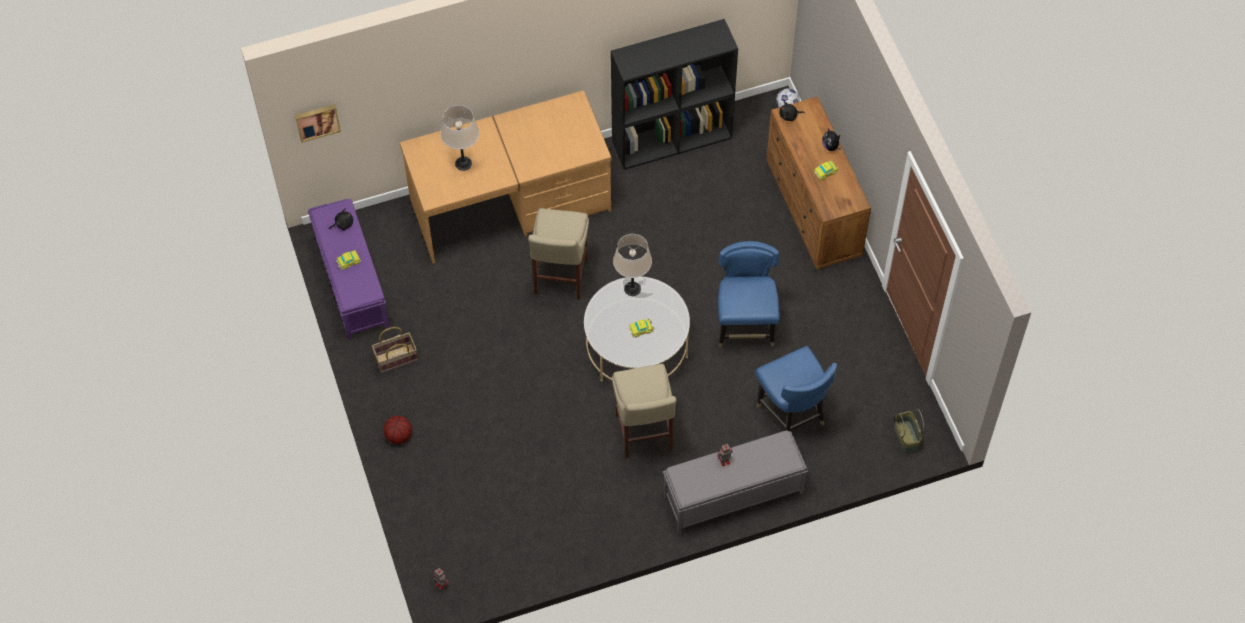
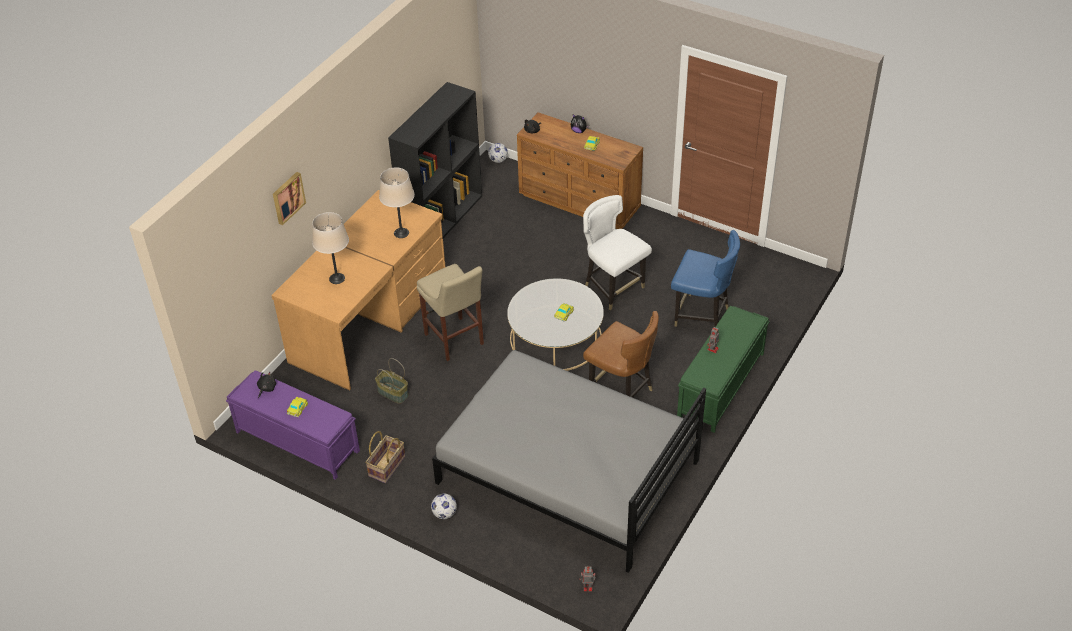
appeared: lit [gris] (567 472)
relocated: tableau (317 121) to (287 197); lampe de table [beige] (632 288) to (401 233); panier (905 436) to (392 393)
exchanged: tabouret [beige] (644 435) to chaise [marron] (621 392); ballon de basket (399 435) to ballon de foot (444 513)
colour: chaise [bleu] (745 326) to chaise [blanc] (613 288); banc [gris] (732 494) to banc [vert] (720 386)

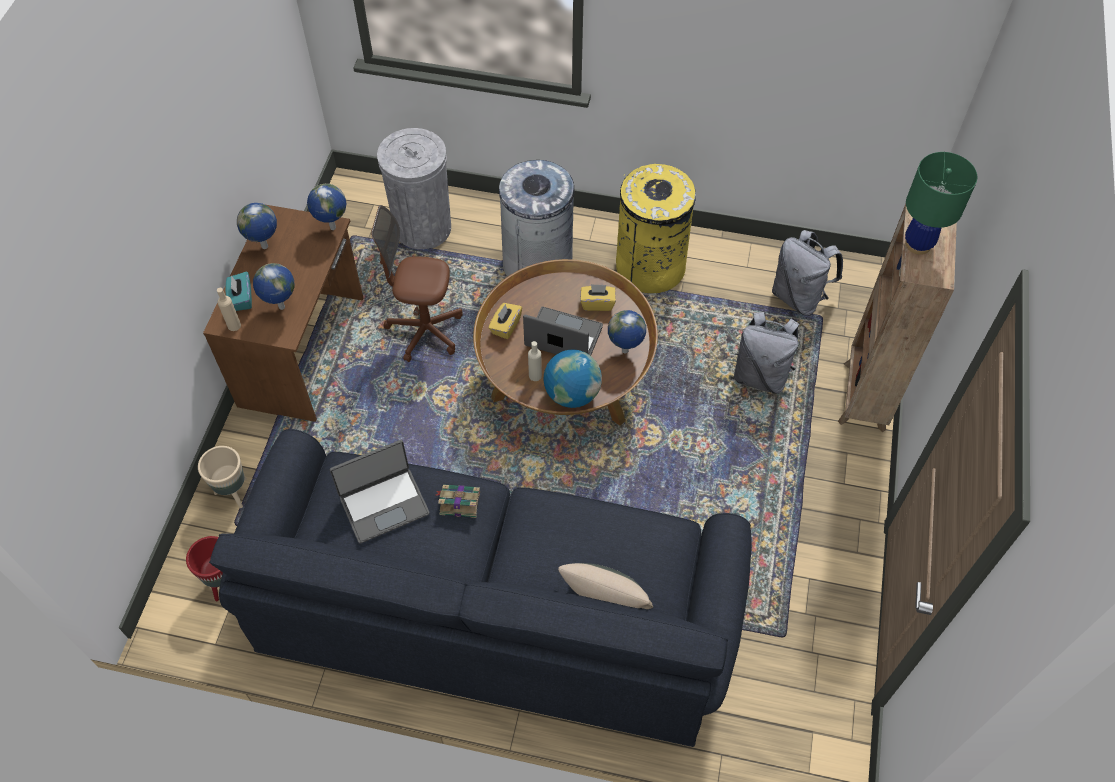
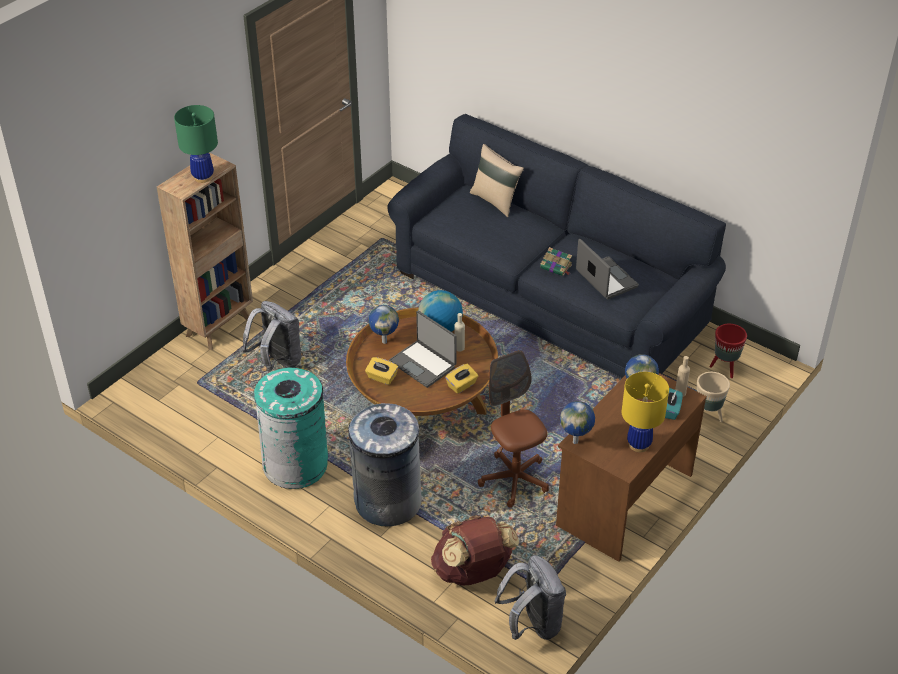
relocated: sac à dos [gris] (799 297) to (532 624)
exchanged: poubelle [gris] (422 227) to sac à dos [marron] (472 572); globe (265 247) to lampe de table [jaune] (638 444)
colour: poubelle [jaune] (650 267) to poubelle [turquoise] (296 465)
spun: chaise de bureau [marron] (425 331) = (514 480) 150 degrees counterclockwise; ordinateur portable (384 504) = (605 279) 60 degrees clockwise

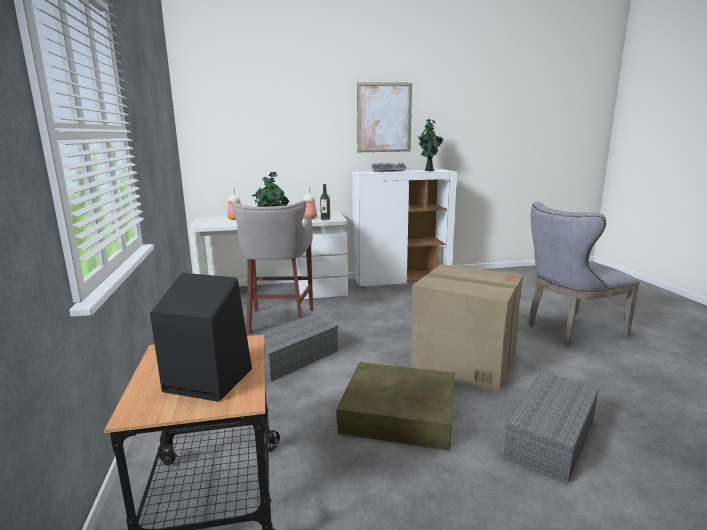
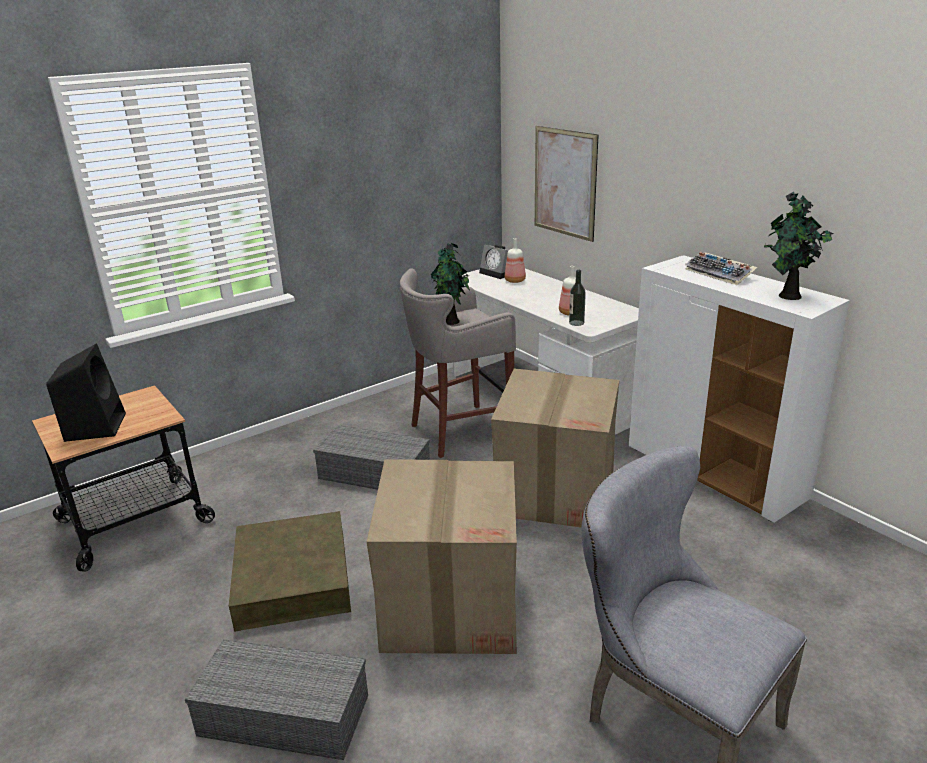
appeared: réveil (498 273); carton (555 490)
relocated: tableau (384 118) to (564 183)

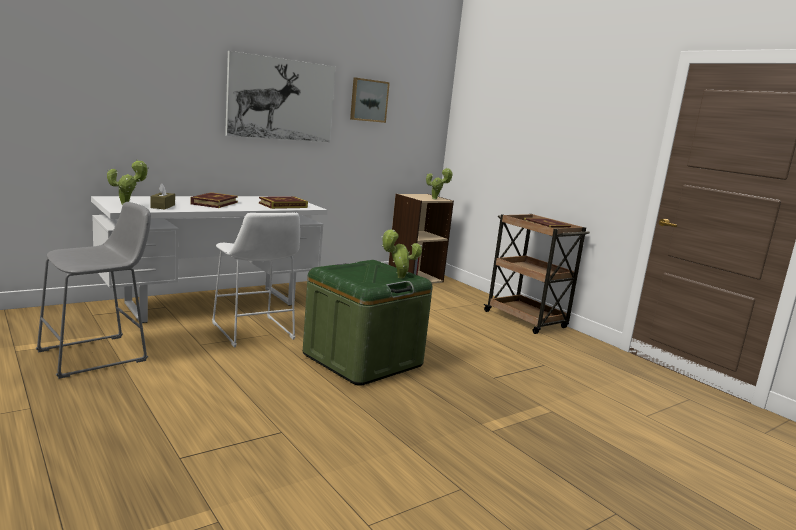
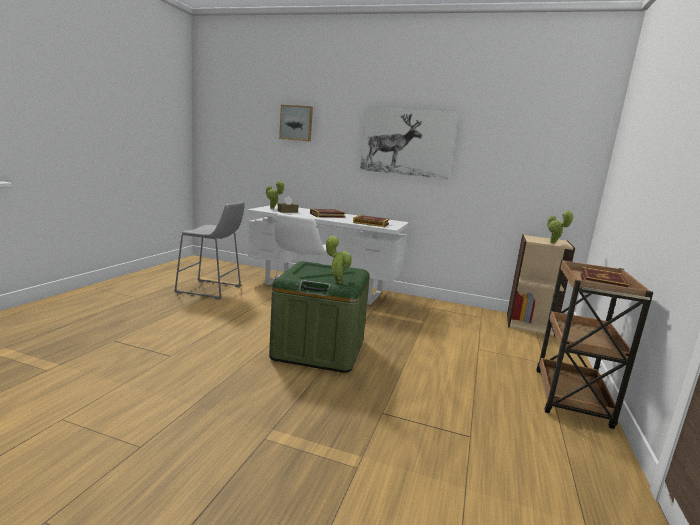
relocated: tableau (368 100) to (296 123)

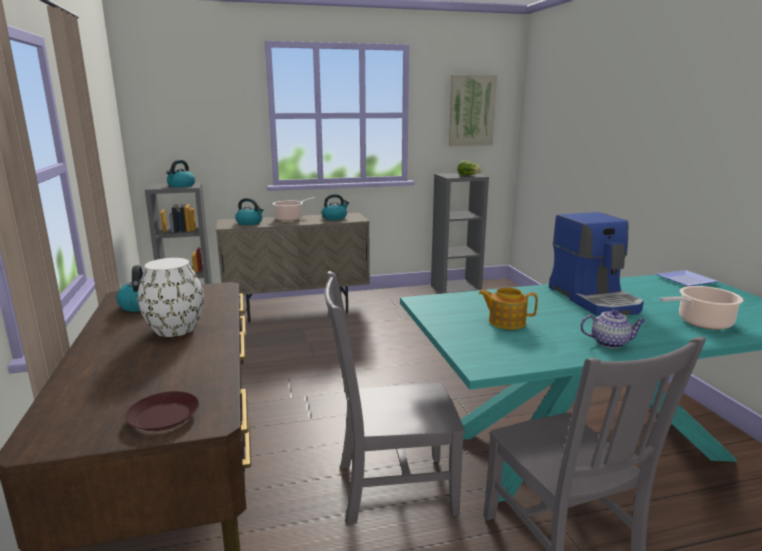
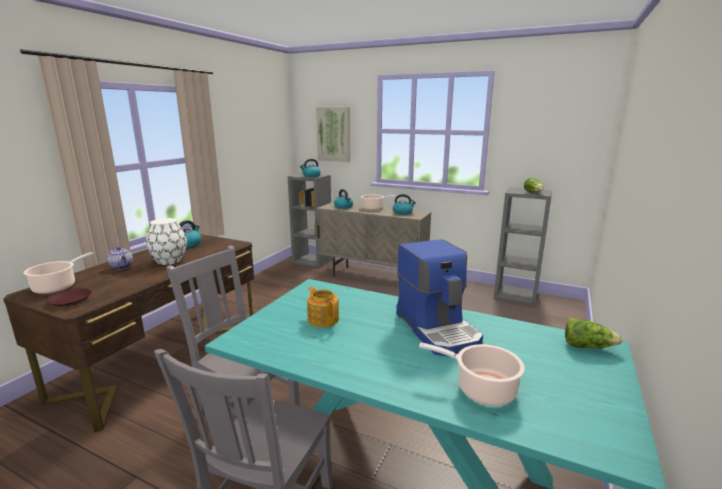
appeared: marmite (57 287)
relocated: tableau (471 111) to (334 134); théière (610 343) to (122 267)
exchanged: assiette (683 280) to laitue (587 346)
spun: machine à café (595 299) = (438 329) 45 degrees counterclockwise

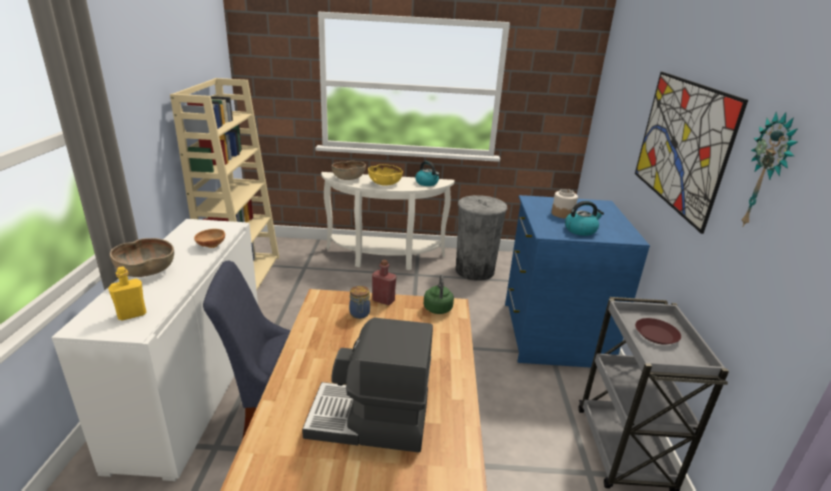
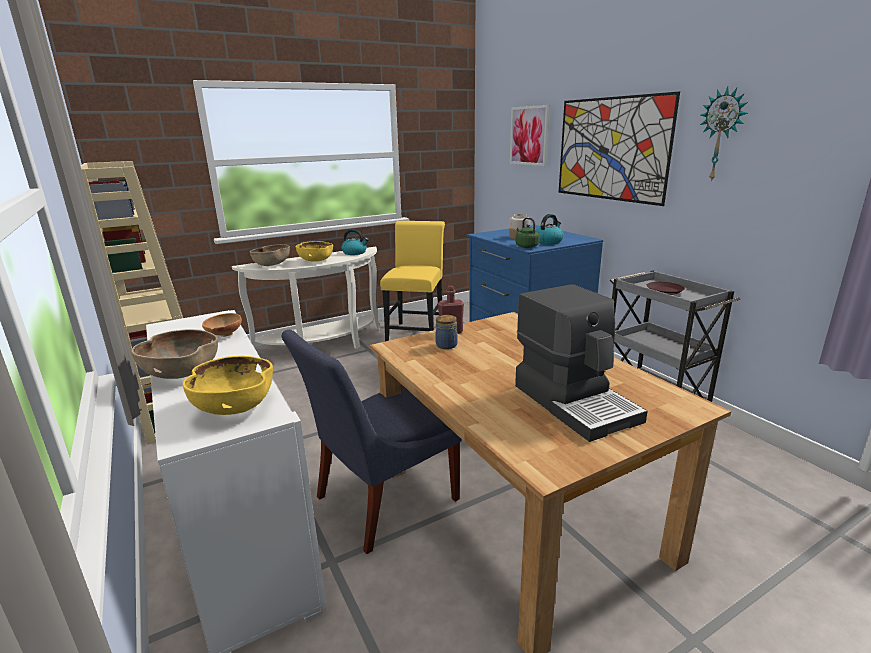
appeared: tableau (529 136)
relocated: bouilloire [vert] (438 307) to (526 246)
exchanged: poubelle [gris] (474 270) to chaise [jaune] (417 331); bouteille [jaune] (132 314) to bol [jaune] (234 407)
spun: machine à café (369 421) = (576 402) 90 degrees counterclockwise

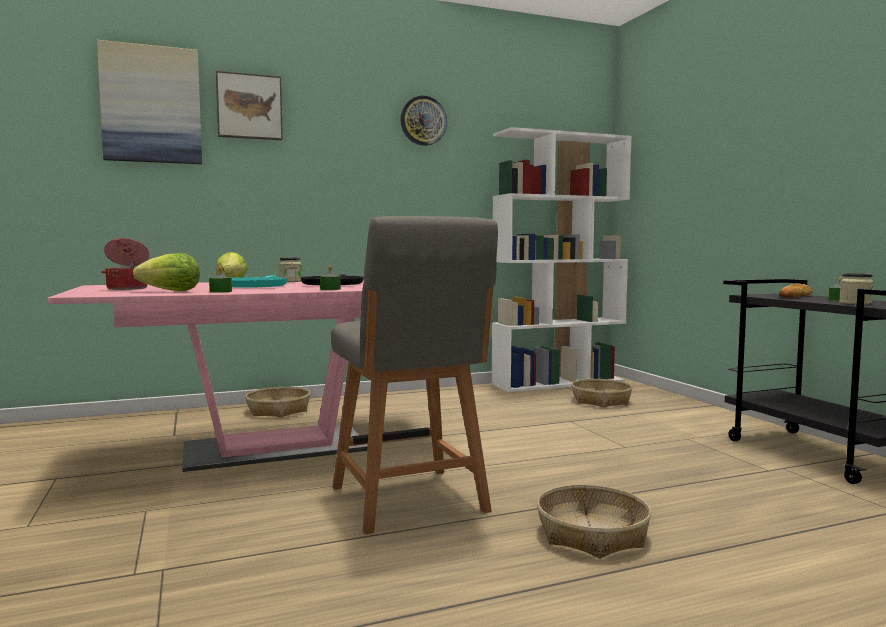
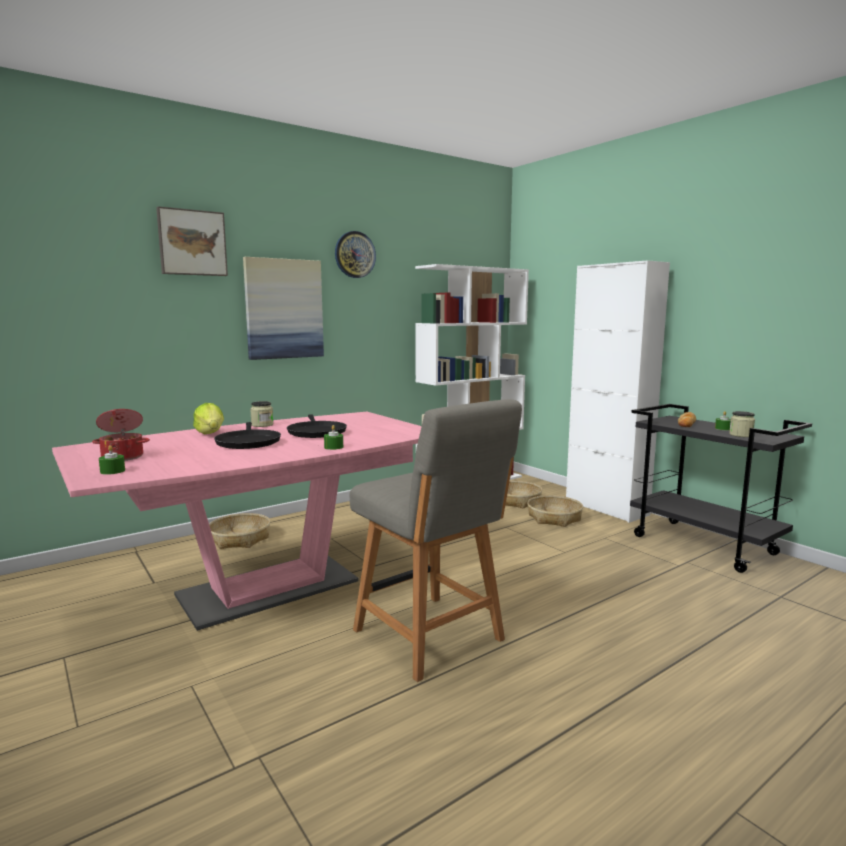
missing: laitue (171 291)
appeared: meuble de rangement [blanc] (606 508)
relocated: tableau (151 105) to (284 309); bougie [vert] (220 291) to (112 471); panier (592 534) to (554 518)
colour: poêle [turquoise] (255 286) to poêle [noir] (248 442)

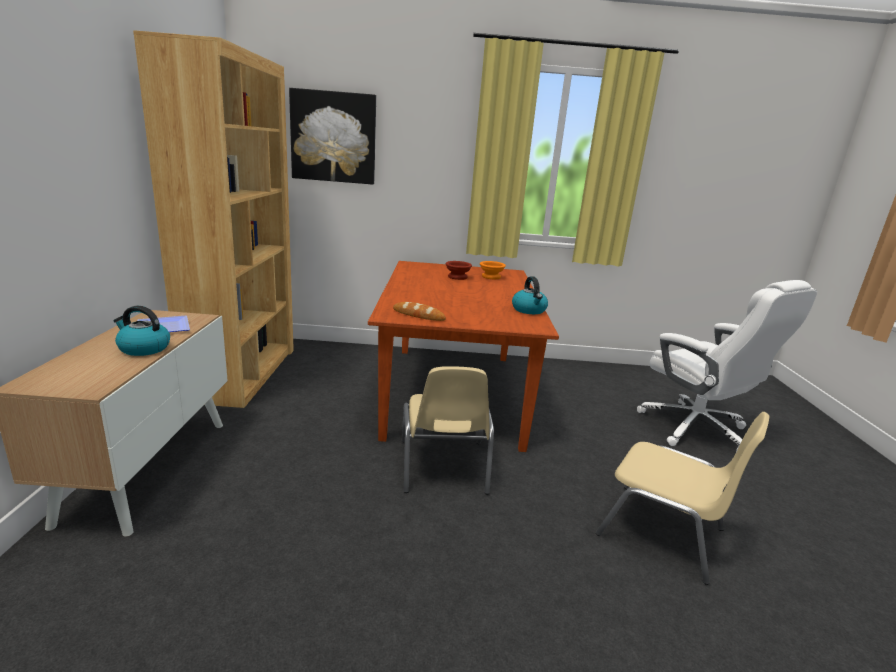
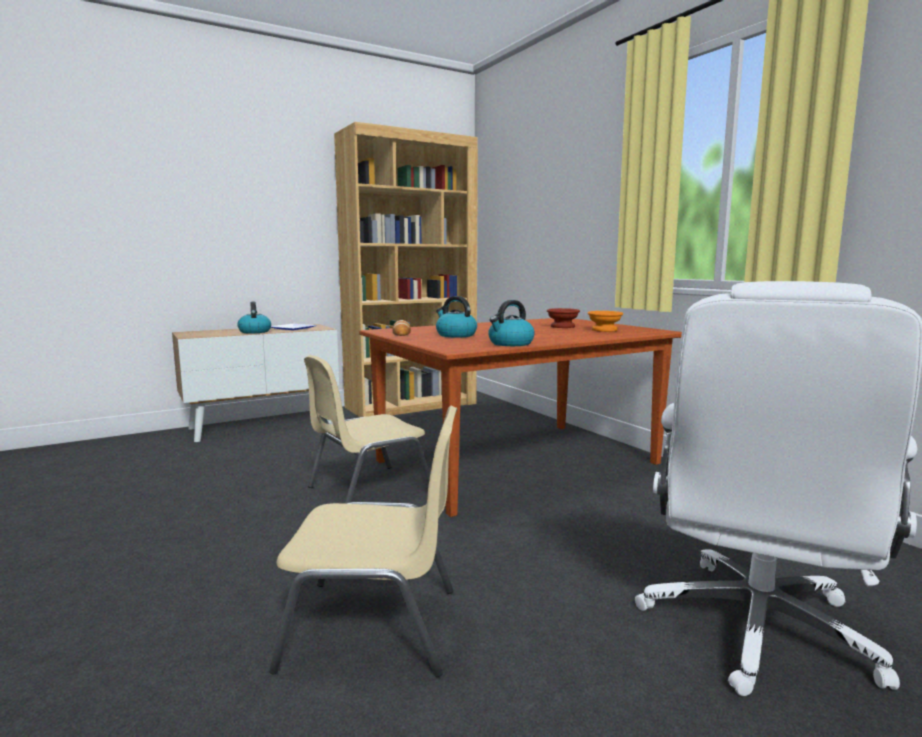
missing: tableau (333 137)
appeared: bouilloire (455 335)
spun: chaise [beige] (663 532) = (375 627) 90 degrees counterclockwise

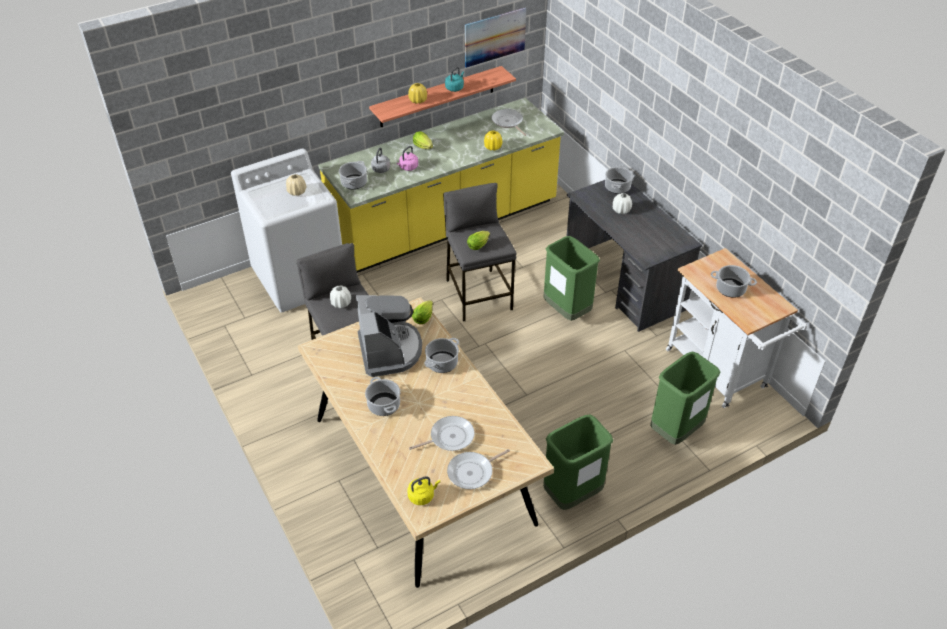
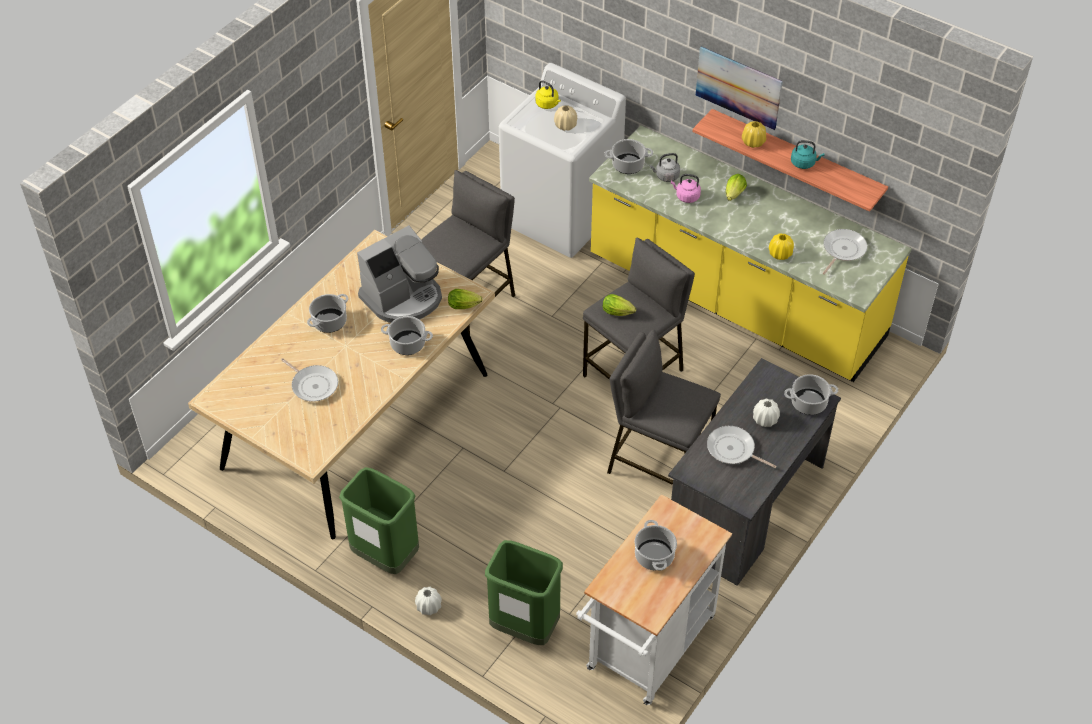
relocated: tableau (494 37) to (738 87); vase [blanc] (341 303) to (428 606); poêle (472 472) to (733 450); bouilloire [jaune] (422 496) to (548 104)
exchanged: poubelle [vert] (566 311) to tabouret [gris] (658 465)

